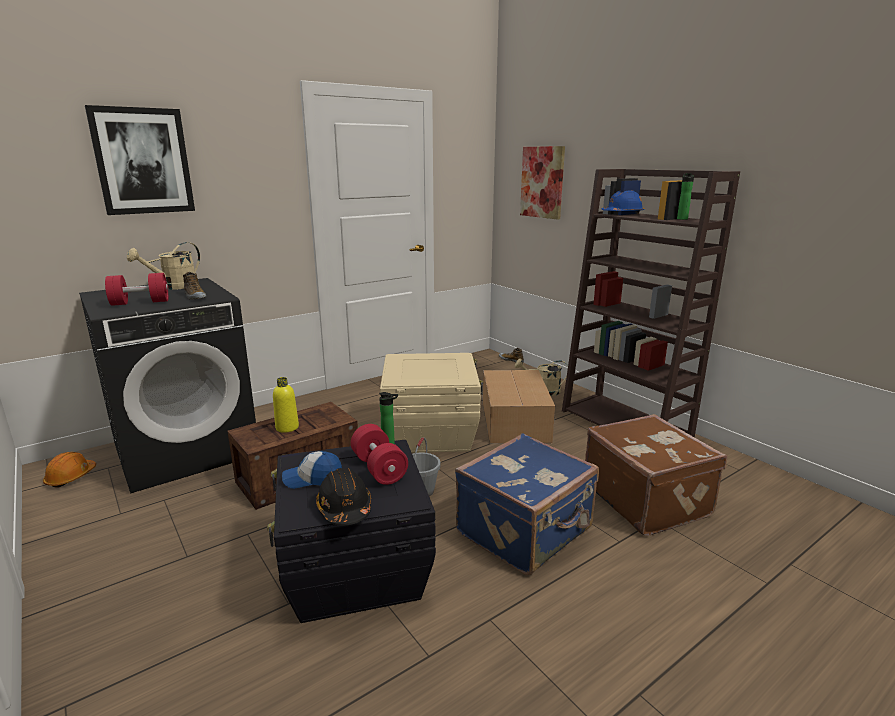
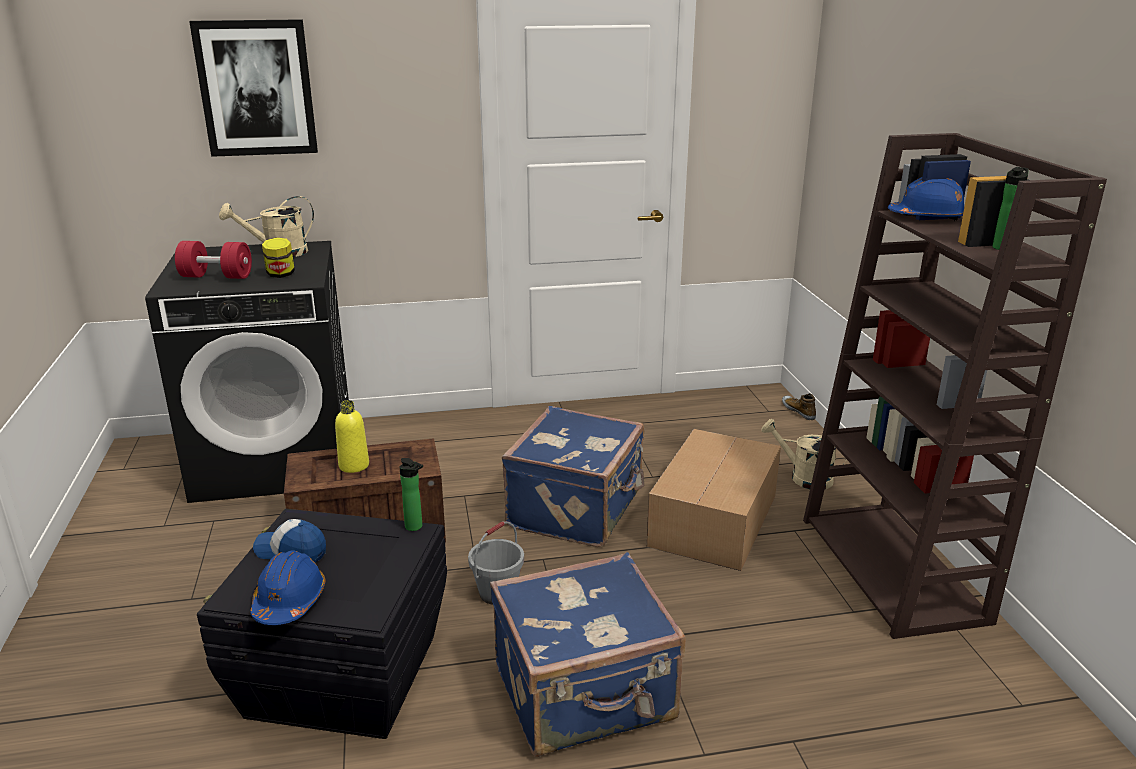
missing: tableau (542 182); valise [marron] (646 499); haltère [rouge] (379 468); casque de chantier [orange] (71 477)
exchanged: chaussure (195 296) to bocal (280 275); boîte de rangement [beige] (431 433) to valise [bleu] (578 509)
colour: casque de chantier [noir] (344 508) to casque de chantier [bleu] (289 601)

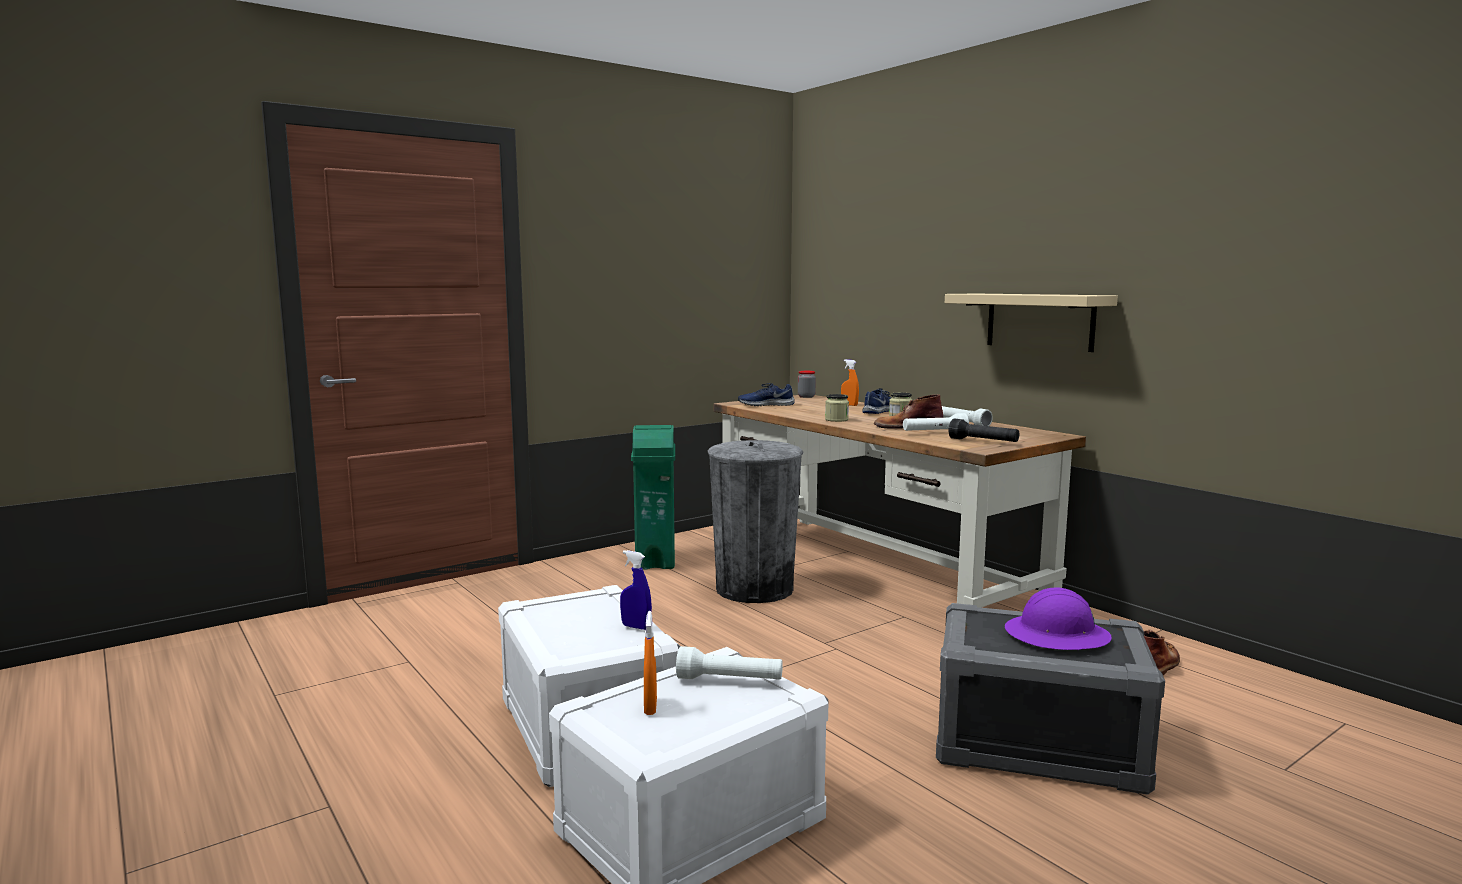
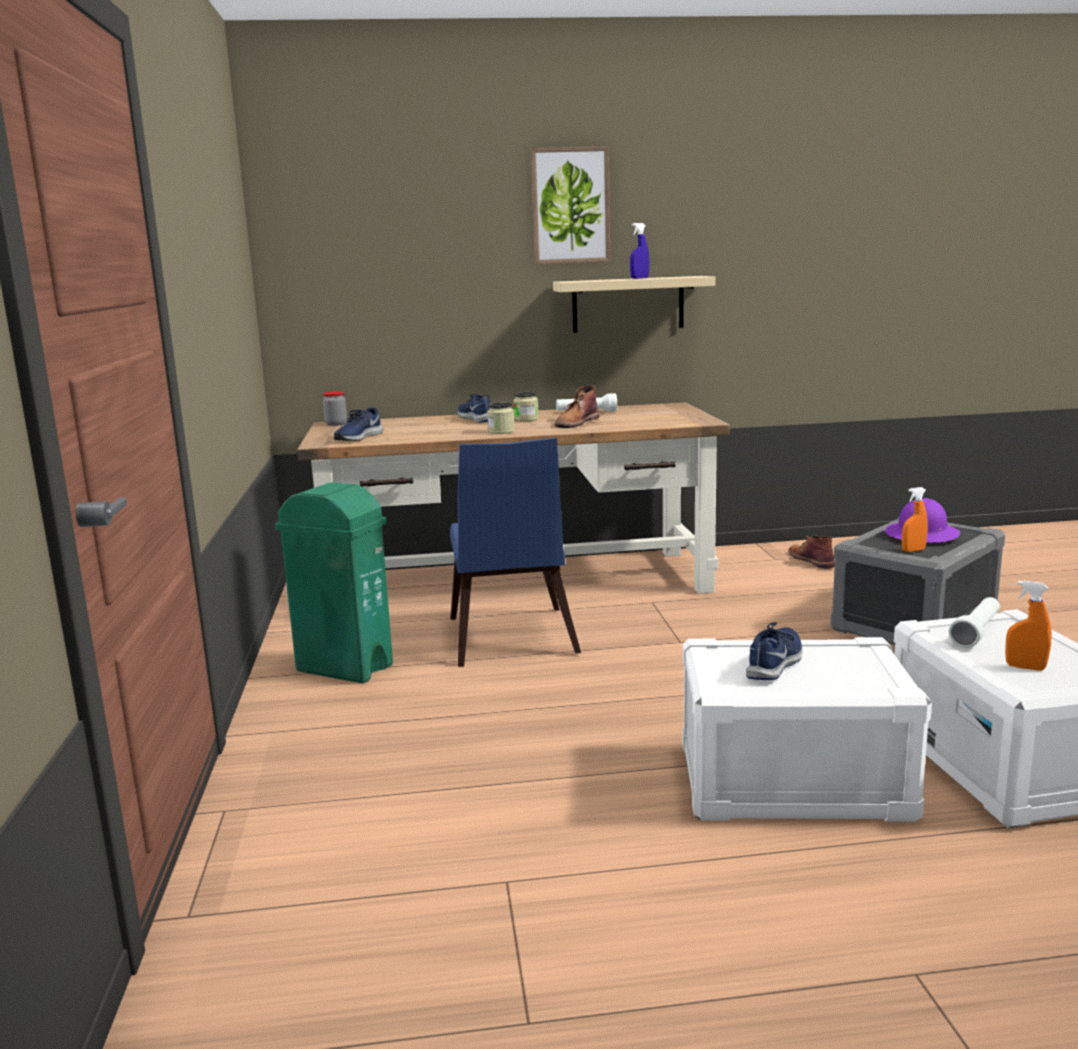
missing: lampe de poche [blanc] (934 433); lampe de poche [noir] (983 442)
appeared: tableau (570 206); chaussure [bleu] (775 663)
relocated: vaporisateur [orange] (849 405) to (913 550); vaporisateur [bleu] (636 627) to (639 278)
exchanged: poubelle [gris] (754 589) to chaise [bleu] (510 640)

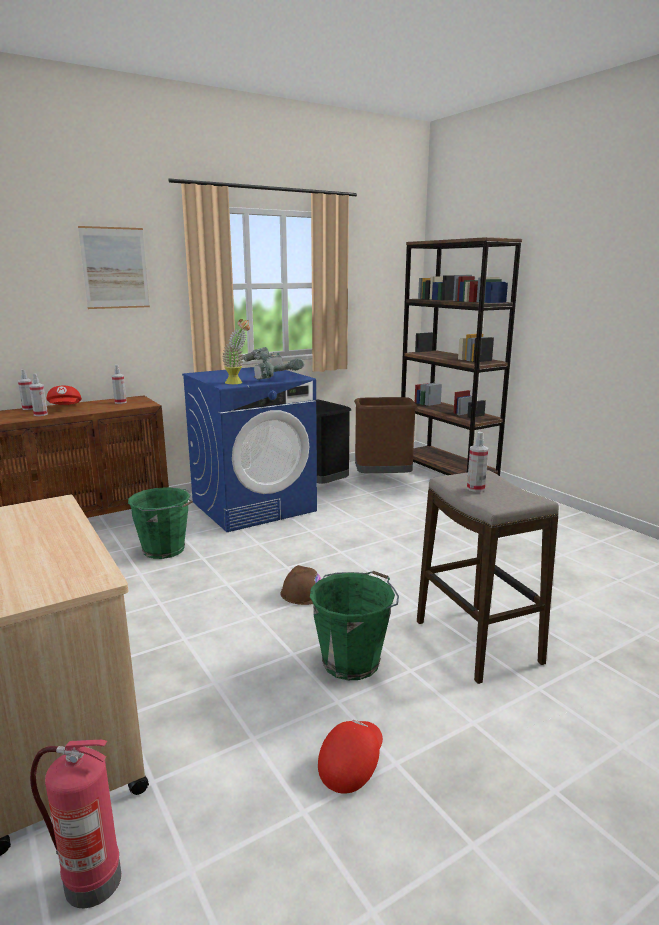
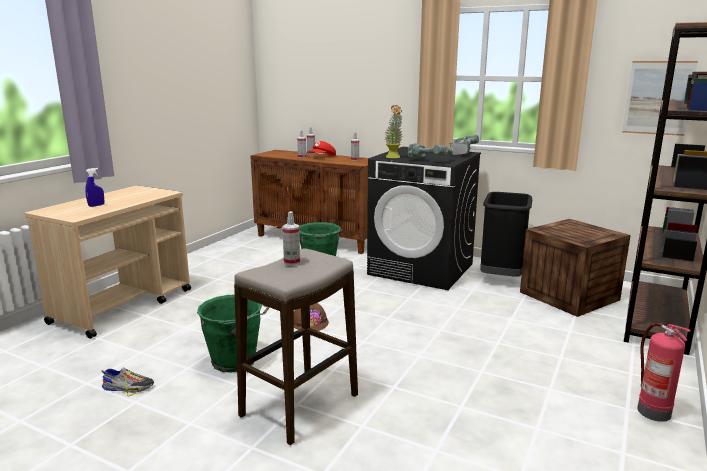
appeared: vaporisateur [bleu] (96 205)
relocated: tableau (115 268) to (658 98); extincteur (89 882) to (652 411)
exchanged: poubelle [marron] (382 478) to caisse (569 296); casquette [rouge] (350 765) to chaussure (128 387)
colour: lave-linge [bleu] (254 506) to lave-linge [noir] (421 269)

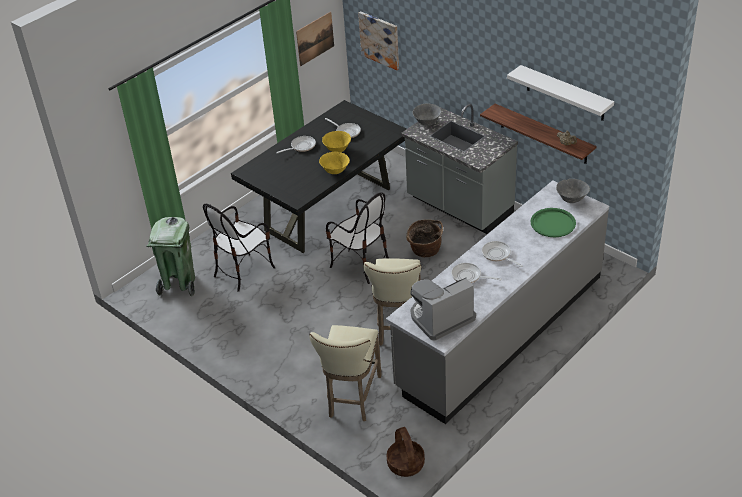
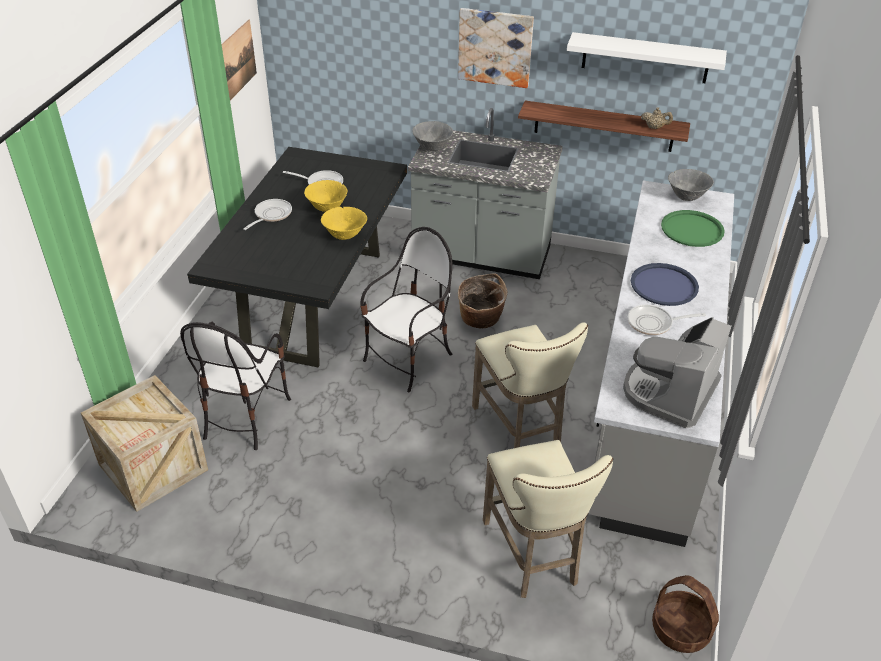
relocated: tableau (380 40) to (495 47)
exchanged: poubelle [vert] (179 284) to caisse (153 467); poêle (498 255) to plateau [bleu] (664 285)
spun: chaise (360 264) = (409 360) 60 degrees counterclockwise

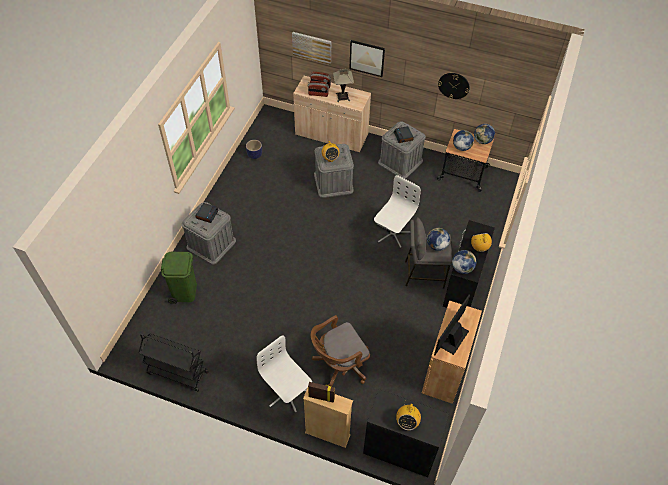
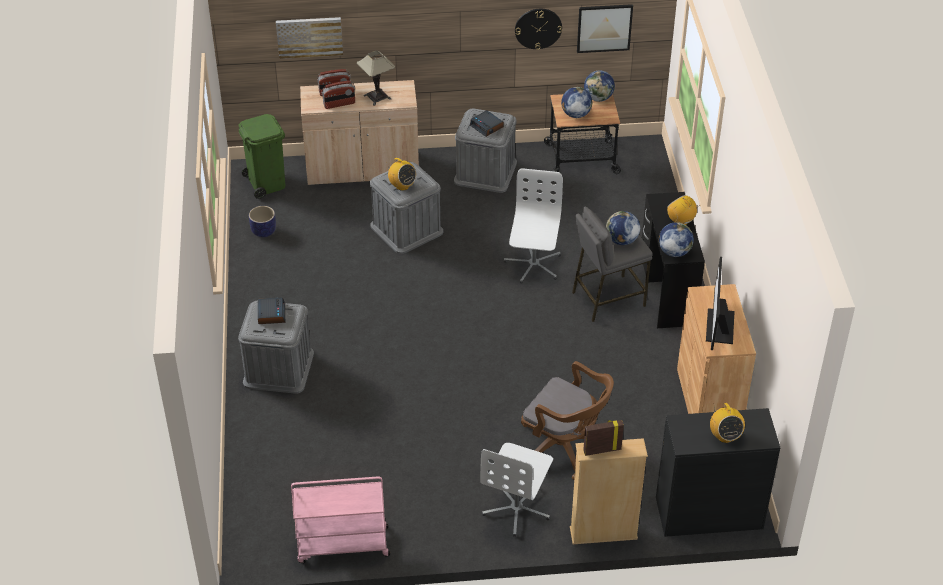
relocated: tableau (367 58) to (604 28); poubelle [vert] (184 291) to (266 183)
colour: chariot [noir] (177 373) to chariot [rose] (342 545)
spun: chaise de bureau [marron] (339 365) = (565 448) 90 degrees counterclockwise; chaise de bureau [blanc] (287 393) = (517 509) 90 degrees counterclockwise

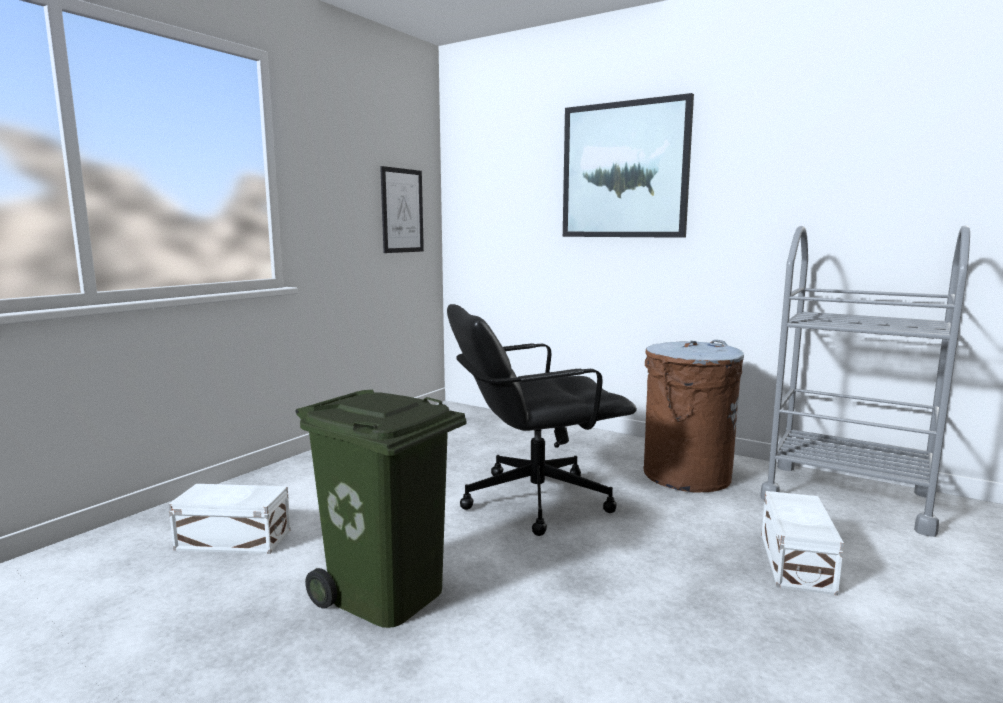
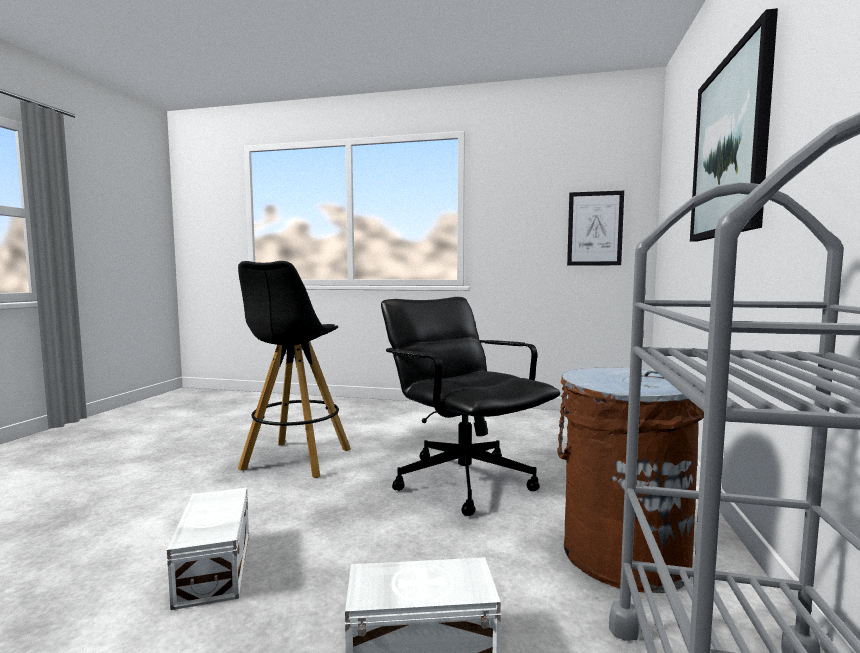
relocated: boîte de rangement [blanc] (234 540) to (212 569)
exchanged: poubelle [vert] (385 595) to tabouret [noir] (296 460)

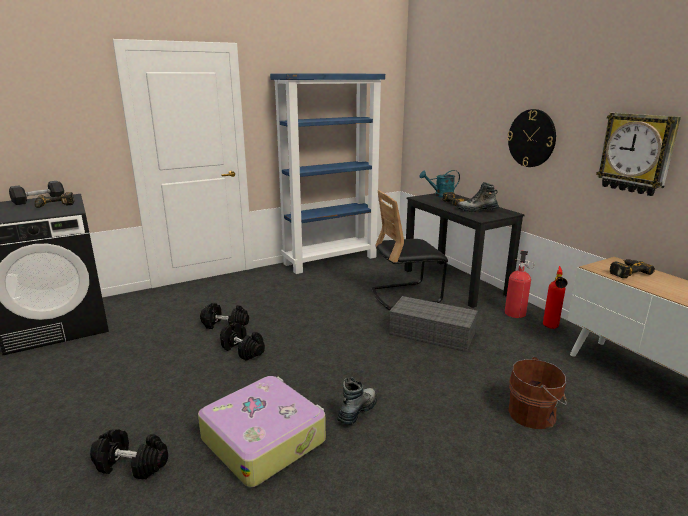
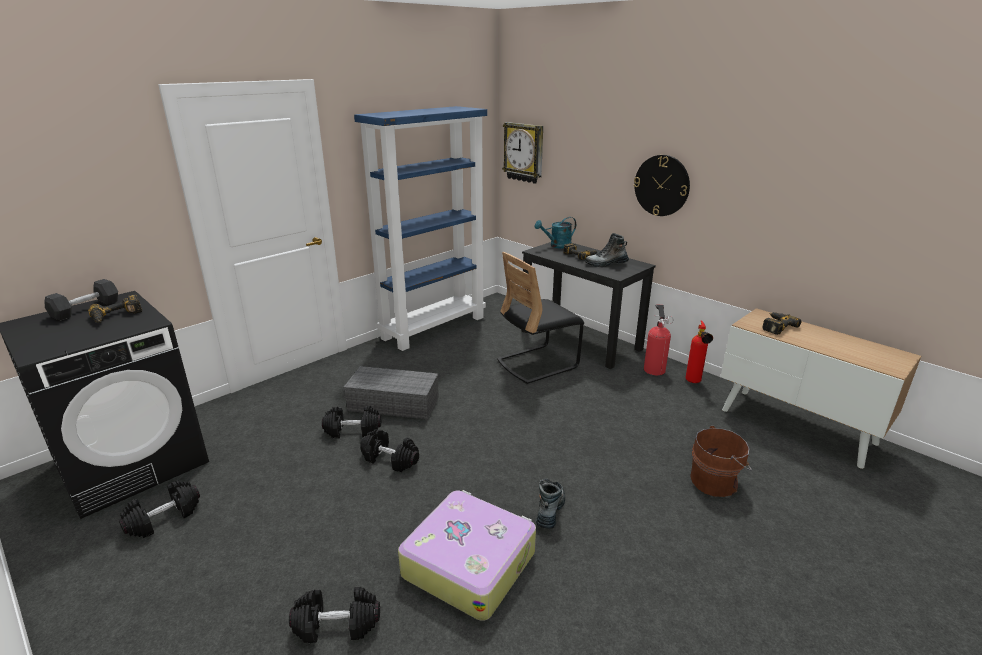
appeared: haltère [noir] (164 518)
relocated: horloge murale (636 153) to (524 152); boîte de rangement [gris] (433 334) to (395 403)

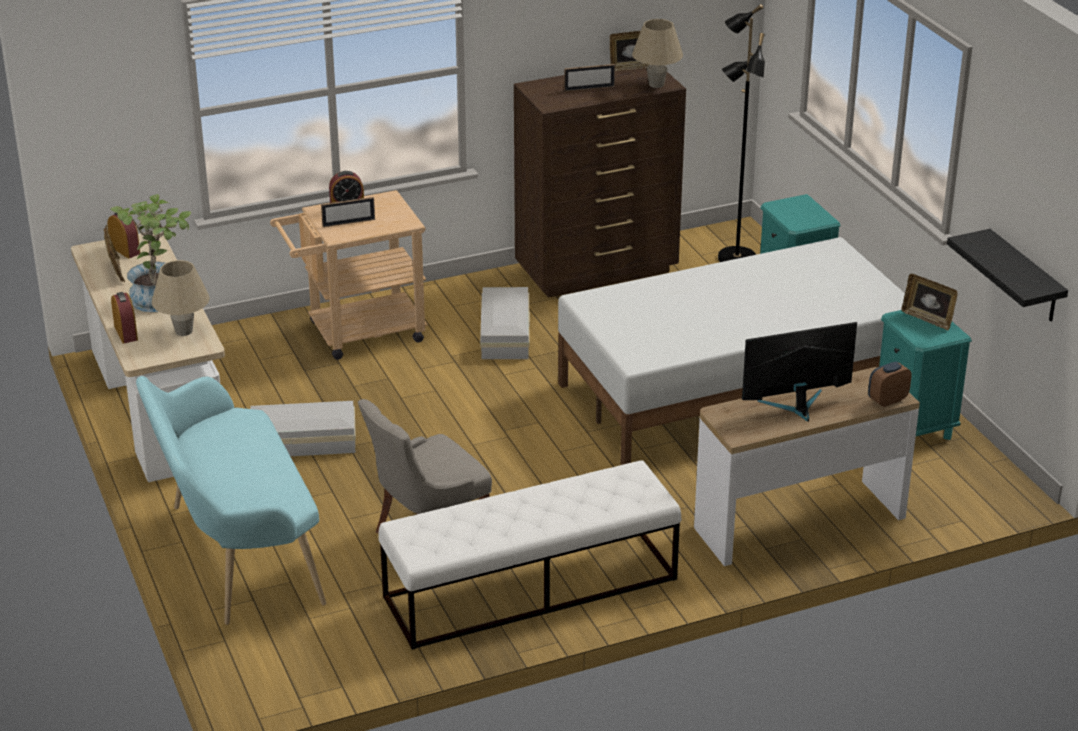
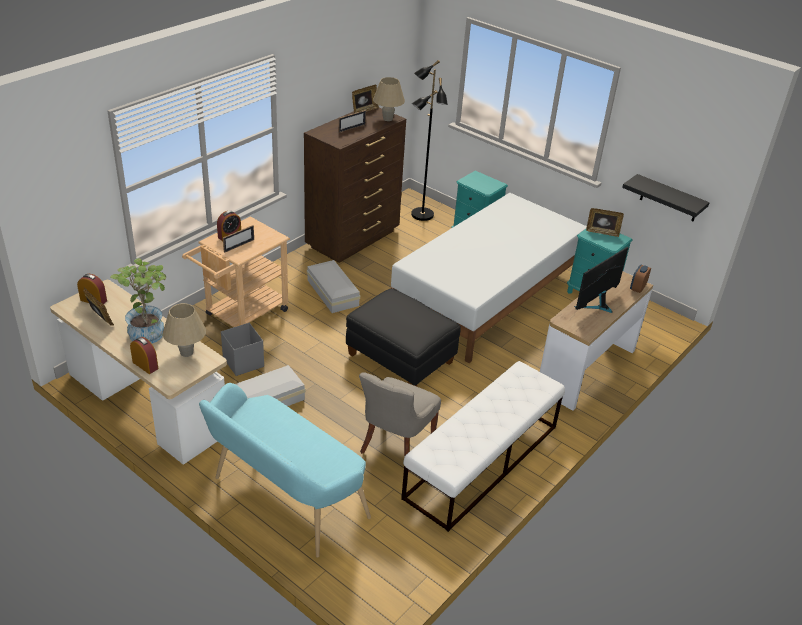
appeared: pouf [noir] (401 359); boîte de rangement [gris] (243 362)

